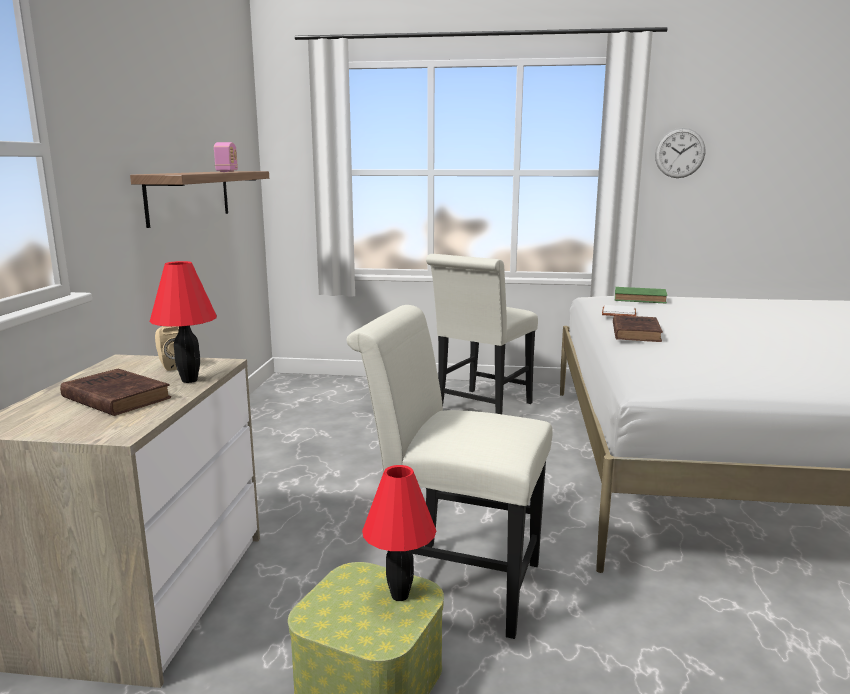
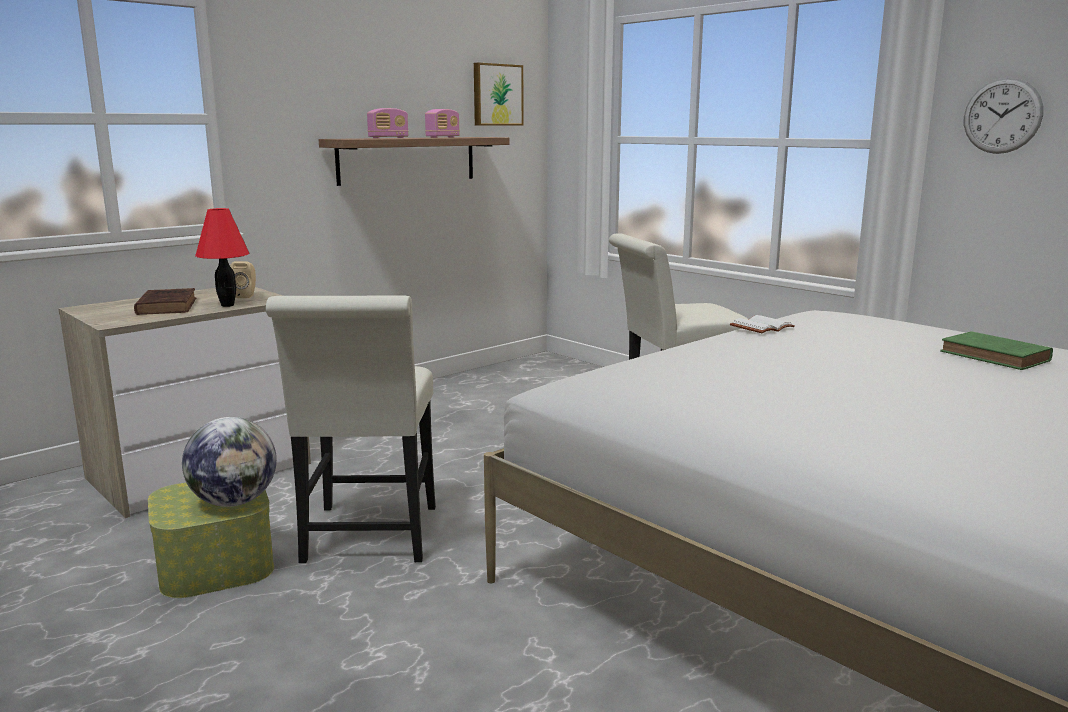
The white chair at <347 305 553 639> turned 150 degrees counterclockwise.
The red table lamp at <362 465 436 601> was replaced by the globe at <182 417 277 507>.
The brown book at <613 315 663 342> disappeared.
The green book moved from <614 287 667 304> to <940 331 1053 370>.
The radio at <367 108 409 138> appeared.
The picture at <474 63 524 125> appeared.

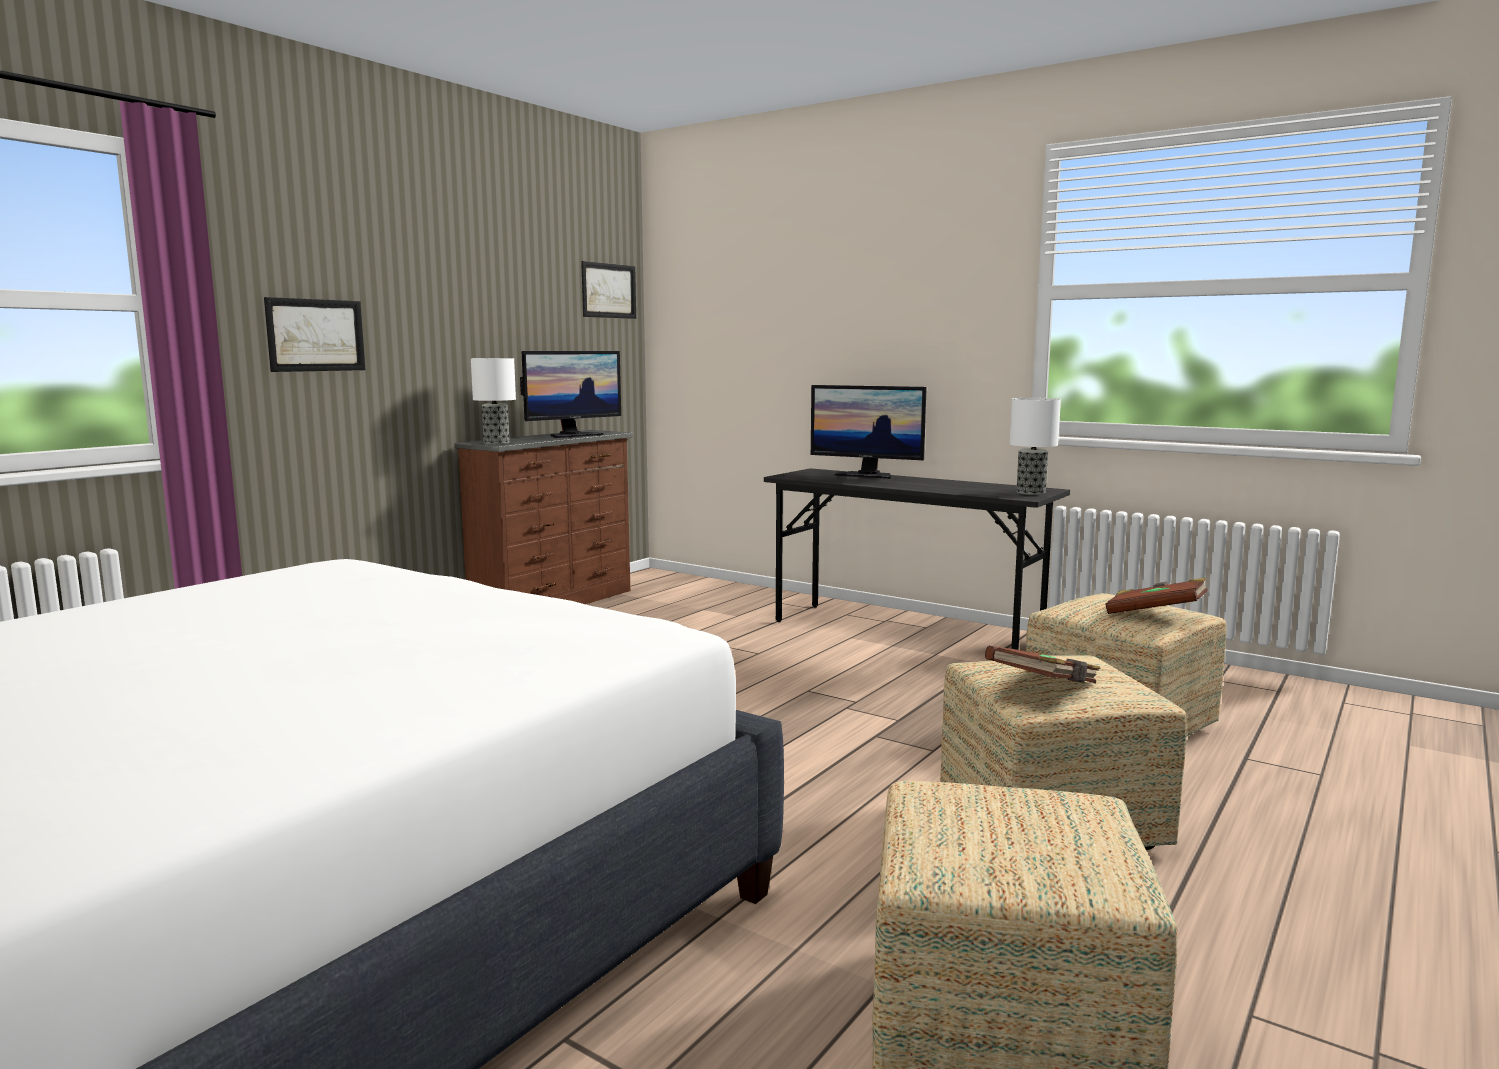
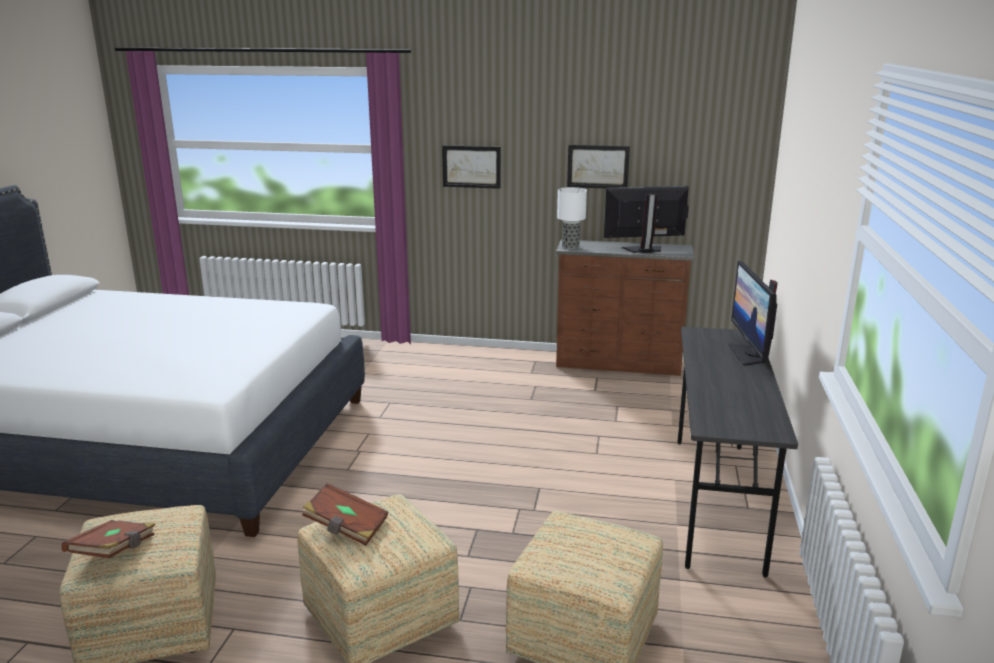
The monitor at <520 351 621 438> turned 150 degrees clockwise.
The picture moved from <581 261 636 319> to <567 145 630 188>.
The table lamp at <1010 398 1061 495> disappeared.
The brown book moved from <1106 578 1208 614> to <62 520 156 558>.

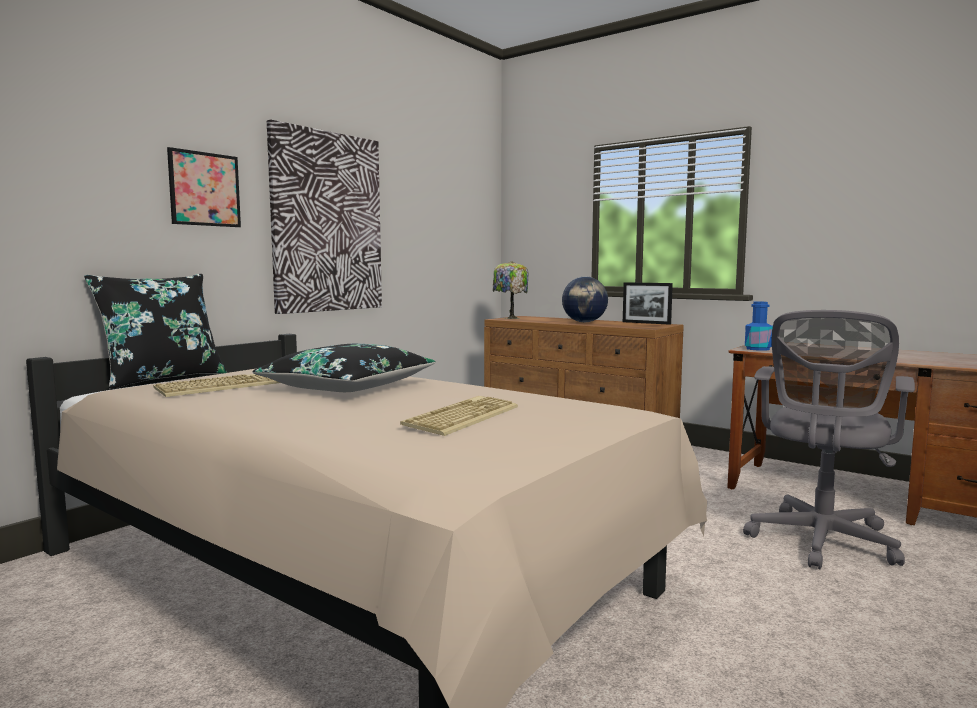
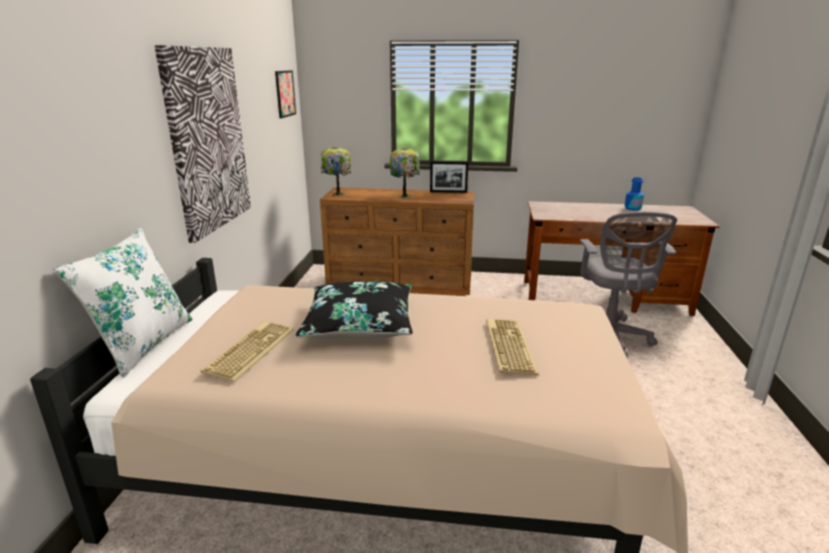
The black pillow at <84 274 227 389> became the white pillow at <53 228 193 378>.
The picture moved from <167 147 241 227> to <275 70 296 118>.
The globe at <562 276 608 322> was replaced by the table lamp at <390 148 420 198>.
The blue bottle moved from <745 302 773 351> to <625 177 644 211>.

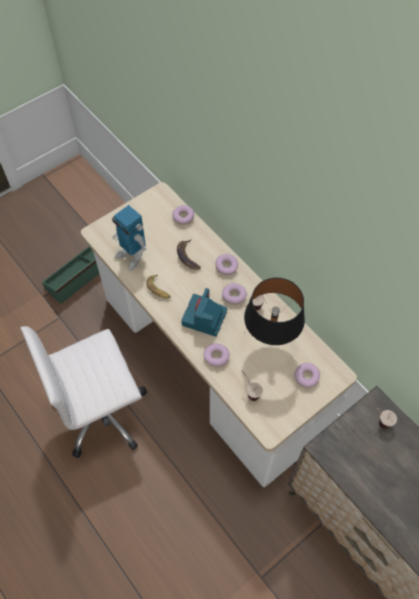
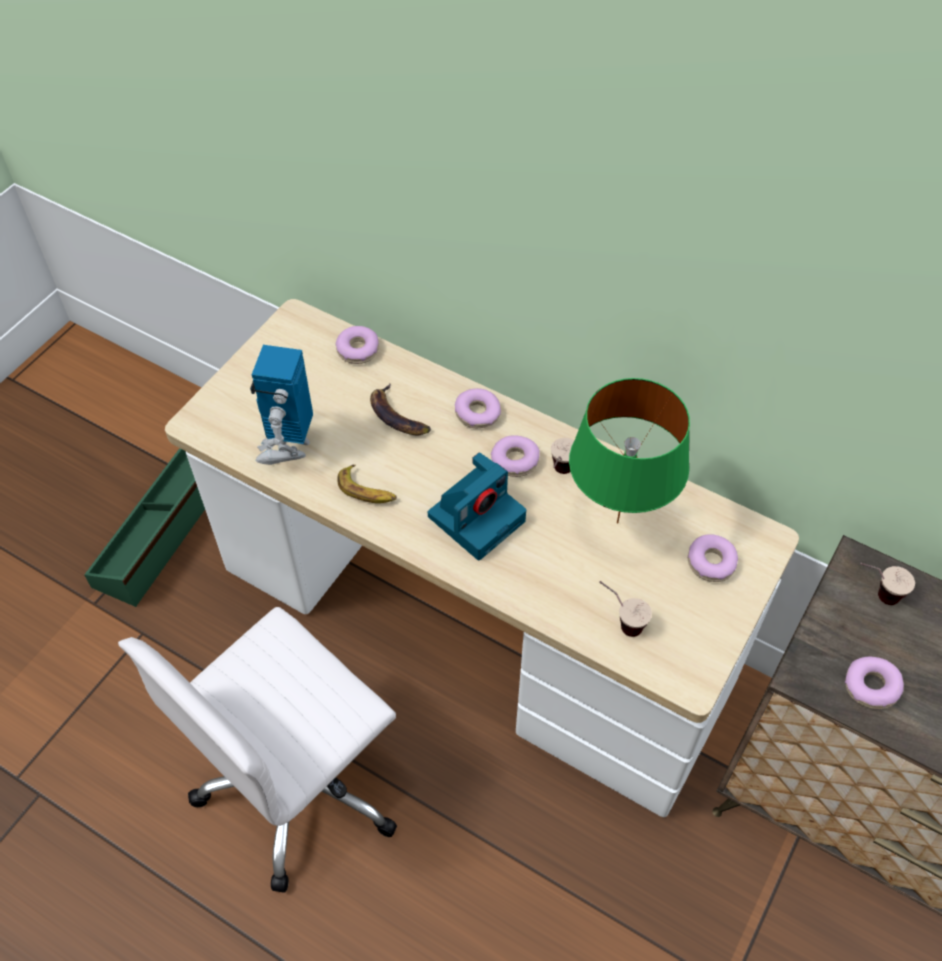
The toy robot at <112 205 146 271> turned 75 degrees clockwise.
The photo camera at <181 288 227 337> turned 135 degrees counterclockwise.
The donut moved from <204 343 230 367> to <845 657 904 709>.
The black table lamp at <244 278 305 345> became the green table lamp at <569 378 690 524>.

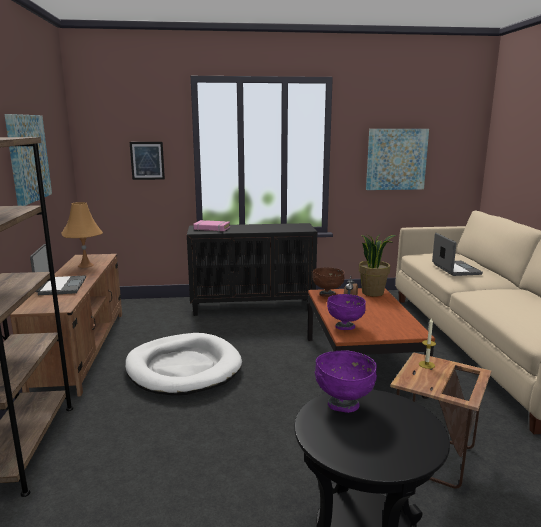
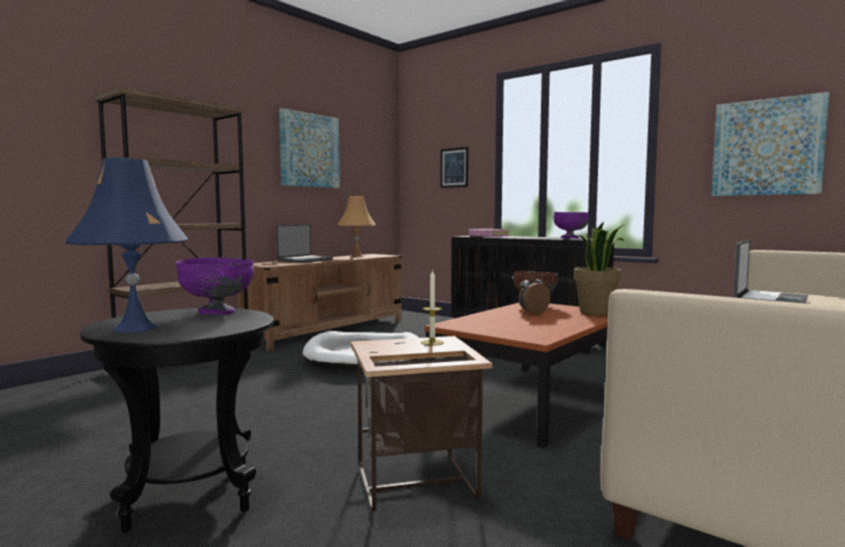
The purple bowl moved from <327 294 366 330> to <553 212 589 238>.
The blue table lamp at <65 158 188 333> appeared.

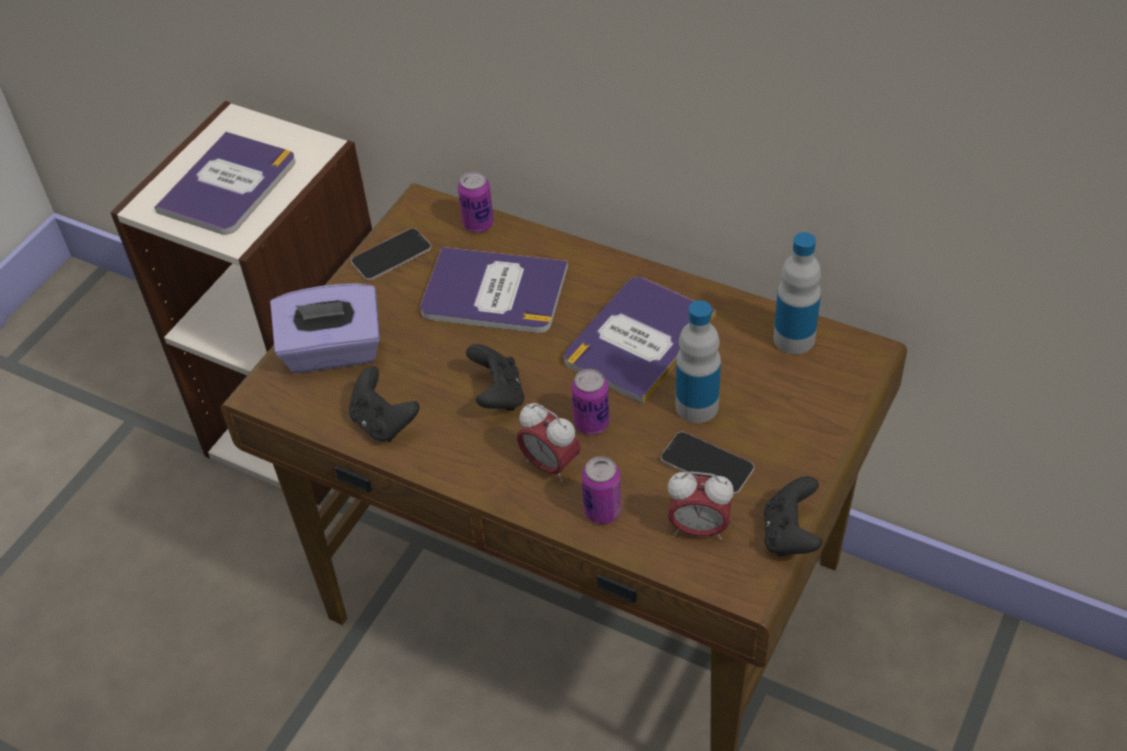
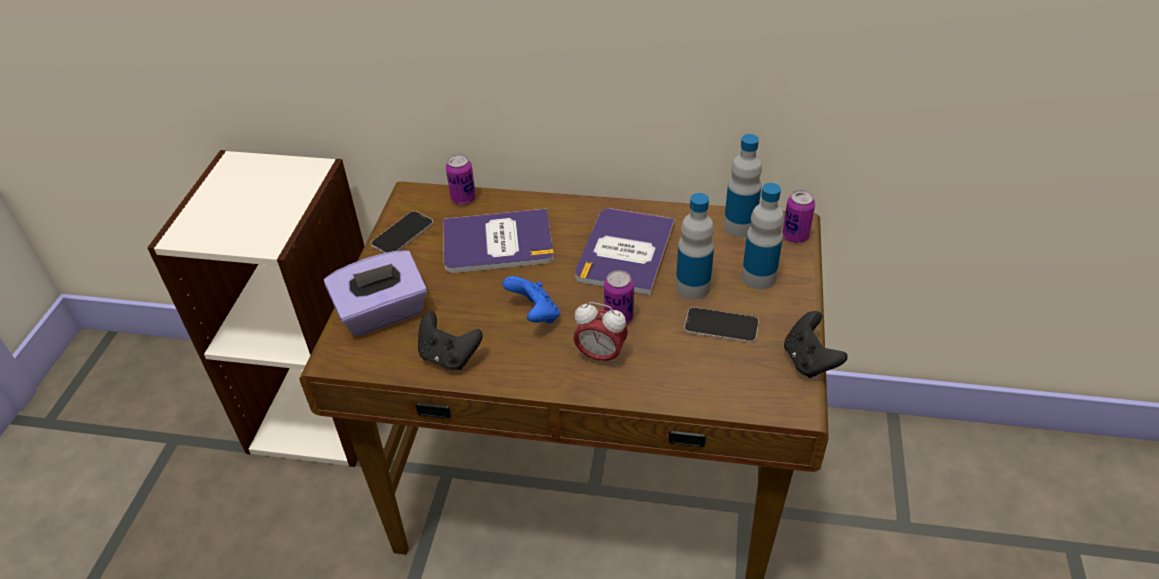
The book at <154 132 296 235> disappeared.
The black game controller at <466 344 524 411> became the blue game controller at <503 276 560 323>.
The can moved from <582 456 621 524> to <782 190 815 243>.
The alarm clock at <668 472 734 540> disappeared.
The bottle at <742 183 784 289> appeared.

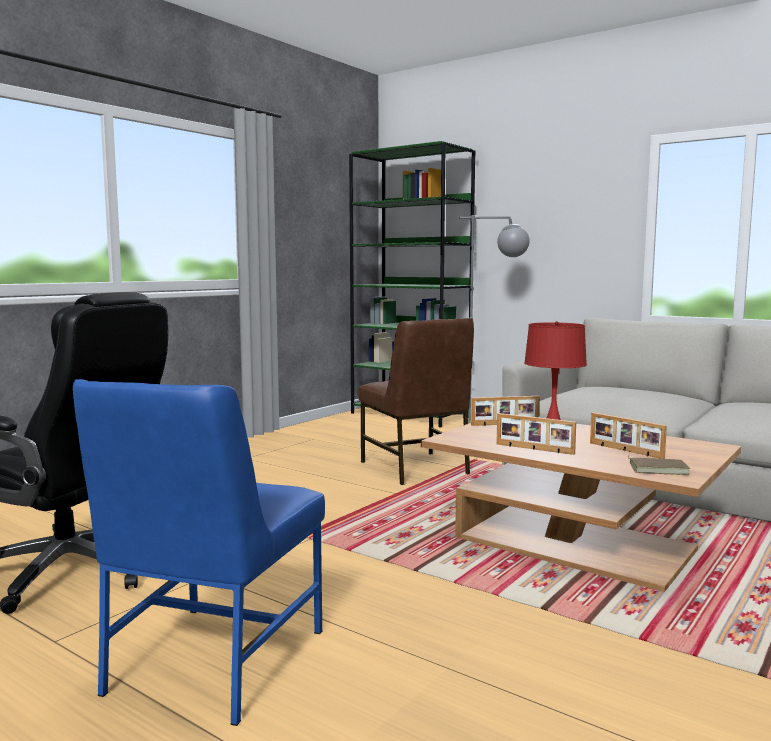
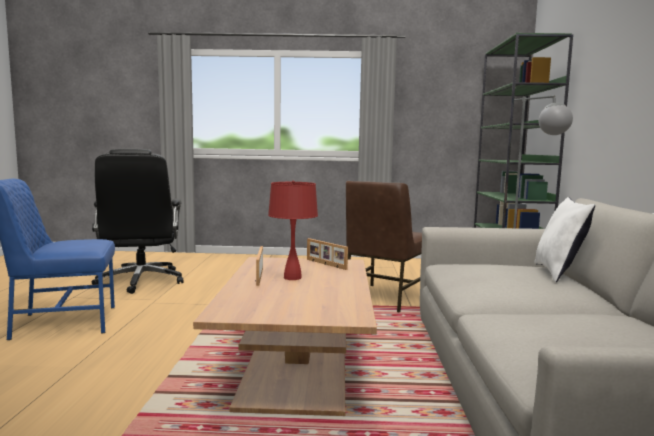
The picture frame at <590 412 667 459> disappeared.
The brown book at <628 455 690 475> disappeared.
The white pillow at <534 197 595 282> appeared.

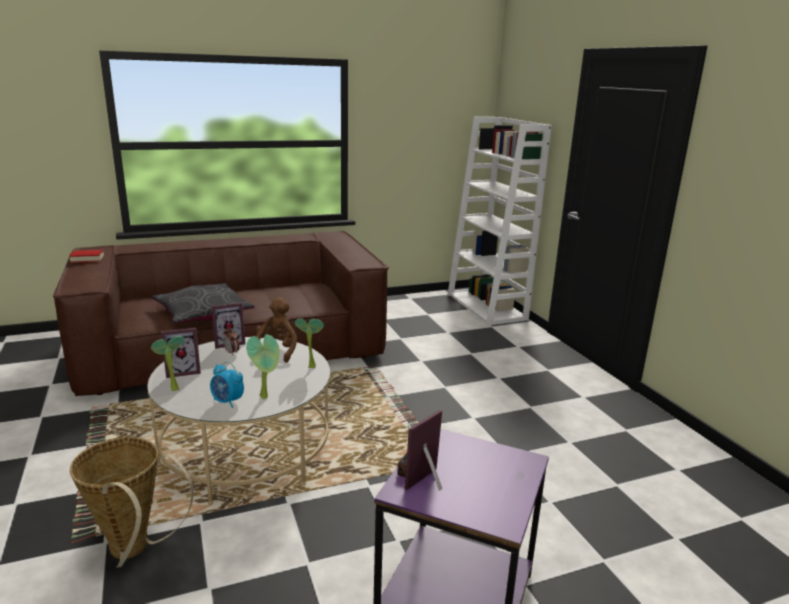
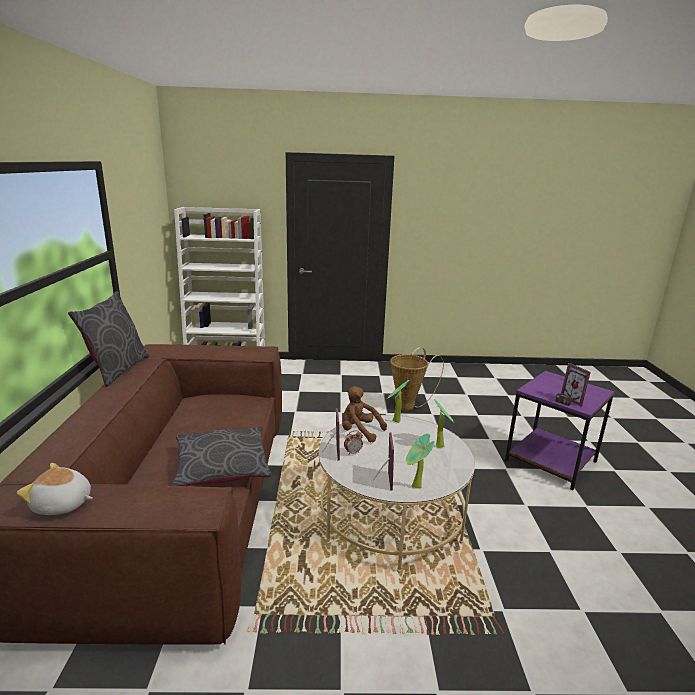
The book at <69 250 104 263> was replaced by the plush toy at <17 463 93 515>.
The basket moved from <70 437 194 567> to <390 347 444 411>.
The alarm clock at <210 362 244 408> disappeared.
The grey pillow at <68 291 149 386> appeared.

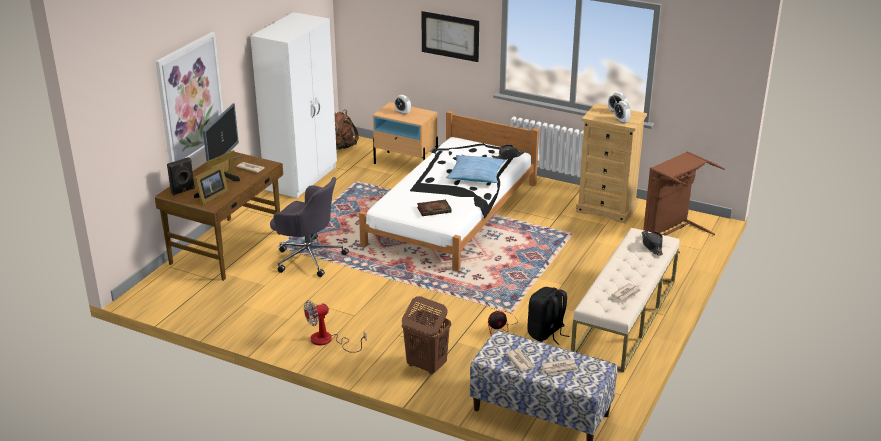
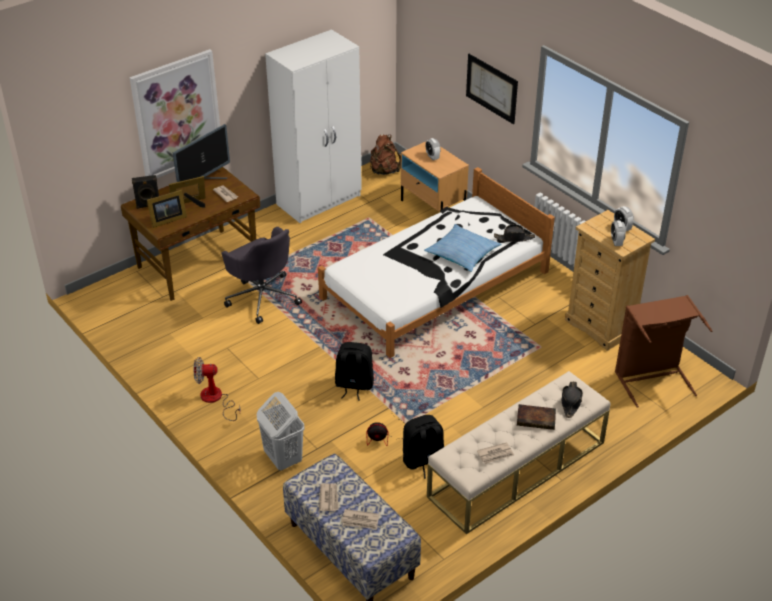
The brown laundry basket at <402 296 451 375> became the white laundry basket at <256 392 305 471>.
The book moved from <417 200 452 216> to <517 404 556 430>.
The black backpack at <335 342 374 401> appeared.

